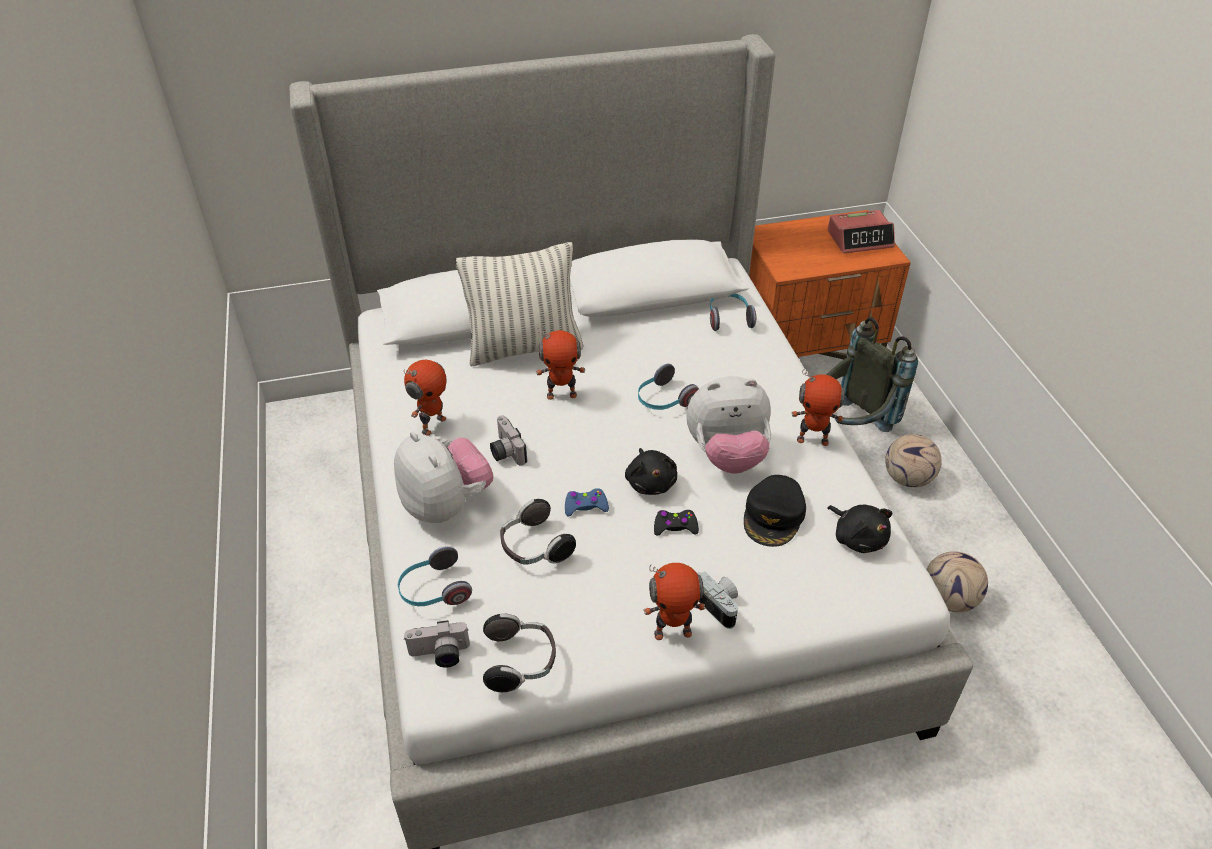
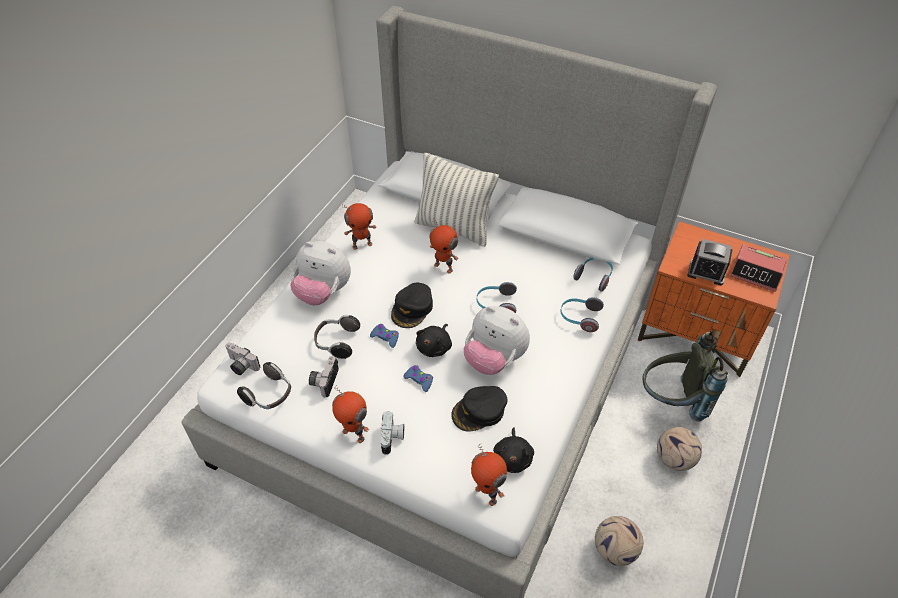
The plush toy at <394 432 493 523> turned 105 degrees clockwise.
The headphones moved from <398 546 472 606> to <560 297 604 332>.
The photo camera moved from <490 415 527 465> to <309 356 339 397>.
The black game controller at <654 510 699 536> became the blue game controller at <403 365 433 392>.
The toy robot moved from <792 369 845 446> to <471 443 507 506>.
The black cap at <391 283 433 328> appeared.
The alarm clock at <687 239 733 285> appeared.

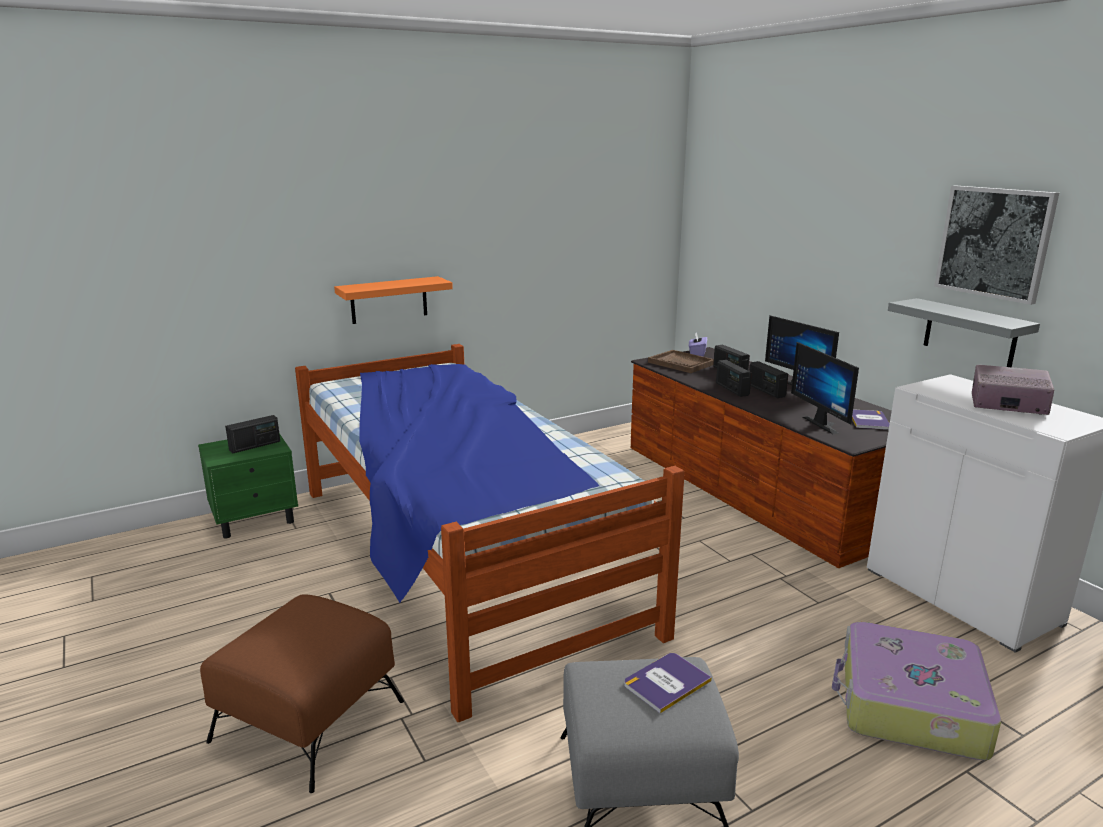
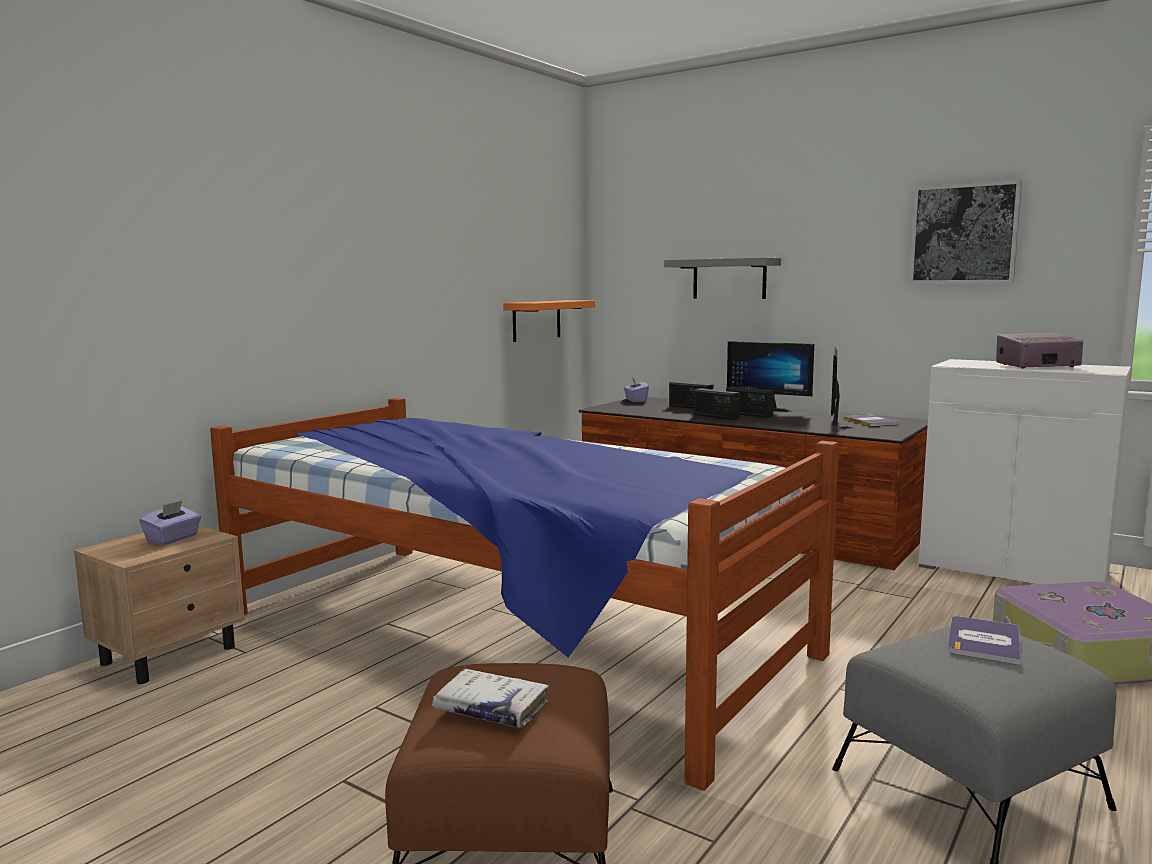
The green nightstand at <198 433 298 539> became the beige nightstand at <74 526 245 684>.
The radio at <225 415 280 453> was replaced by the purple tissue box at <139 500 201 545>.
The orange shelf moved from <334 276 453 324> to <503 300 595 342>.
The brown tray at <648 350 714 373> disappeared.
The monitor at <791 342 859 434> turned 60 degrees clockwise.
The grey shelf moved from <888 298 1040 367> to <664 257 781 299>.
The white book at <432 669 549 728> appeared.

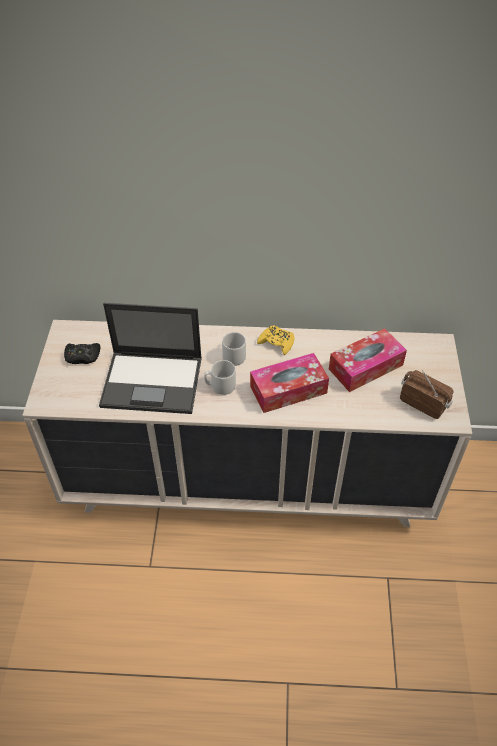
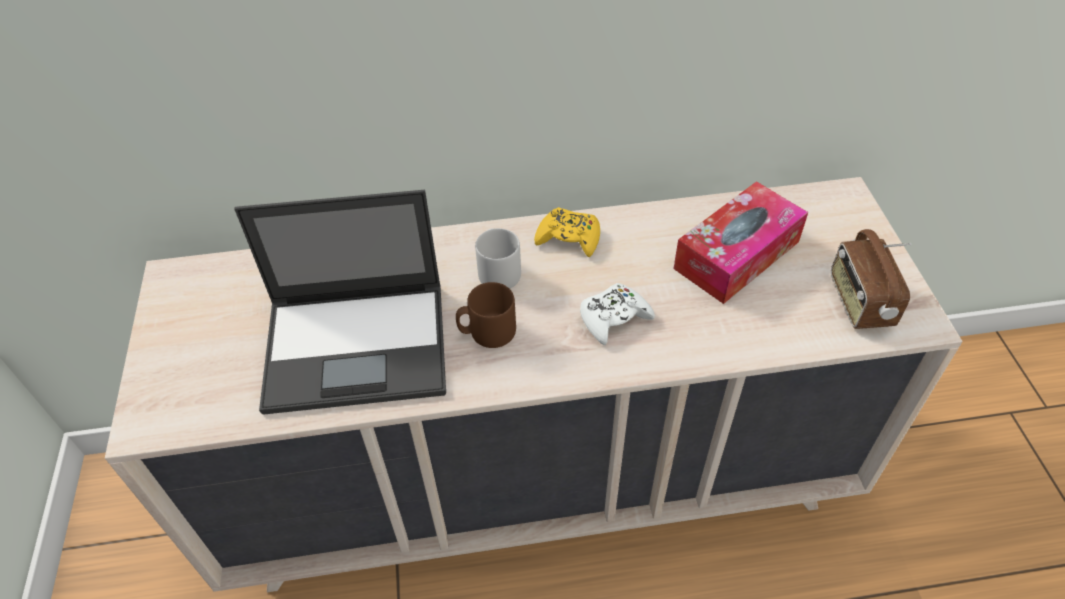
The black game controller at <64 343 100 364> disappeared.
The grey mug at <204 360 236 395> became the brown mug at <456 282 516 348>.
The tissue box at <250 353 329 413> was replaced by the white game controller at <580 283 655 345>.
The radio at <400 370 453 419> turned 120 degrees counterclockwise.

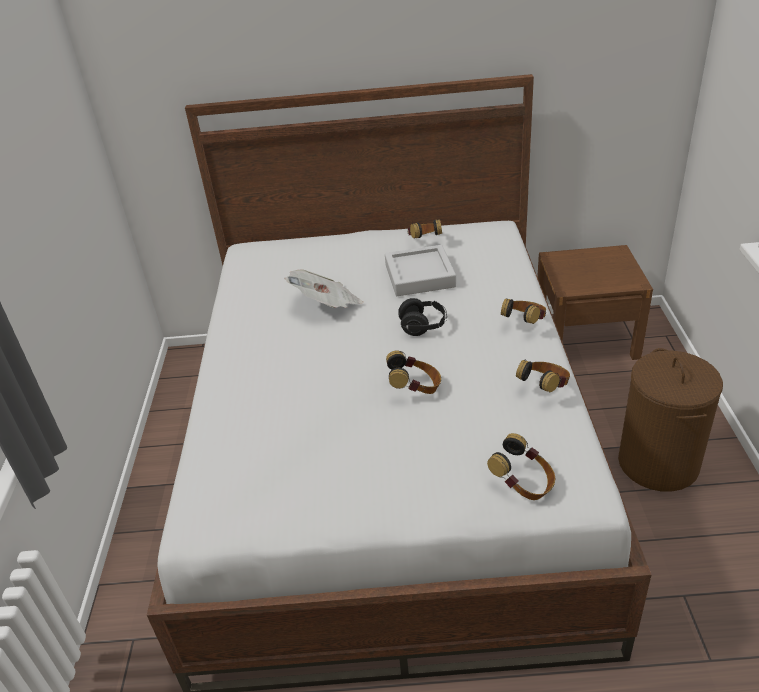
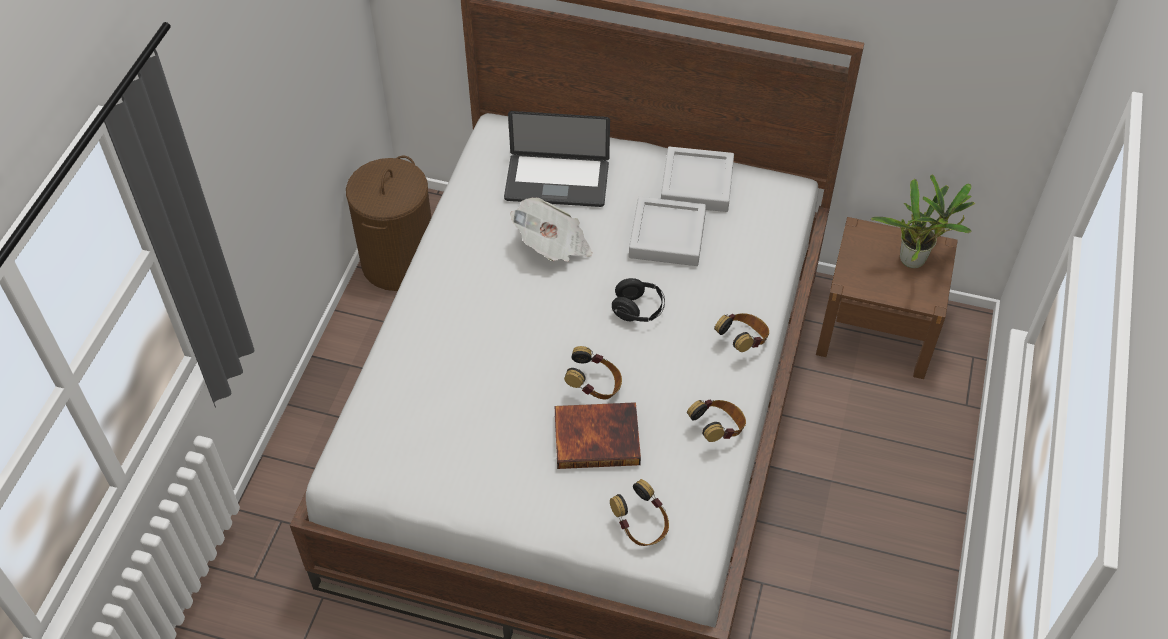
The headphones at <407 220 442 239> was replaced by the grey tray at <661 147 734 212>.
The brown laundry basket moved from <618 348 723 492> to <346 156 432 291>.
The laptop at <504 111 610 207> appeared.
The book at <555 402 641 469> appeared.
The potted plant at <871 174 975 268> appeared.

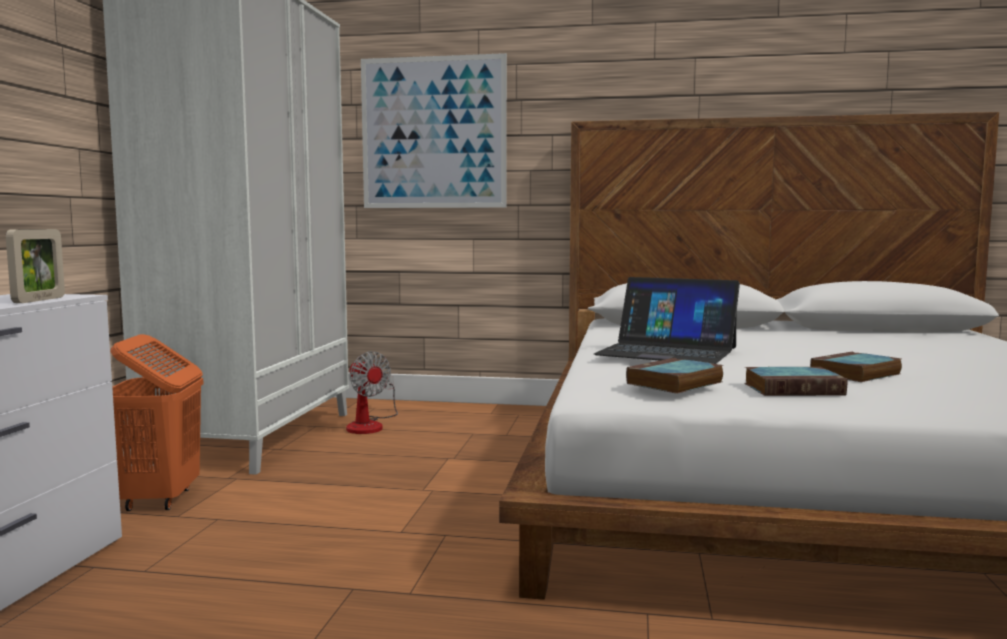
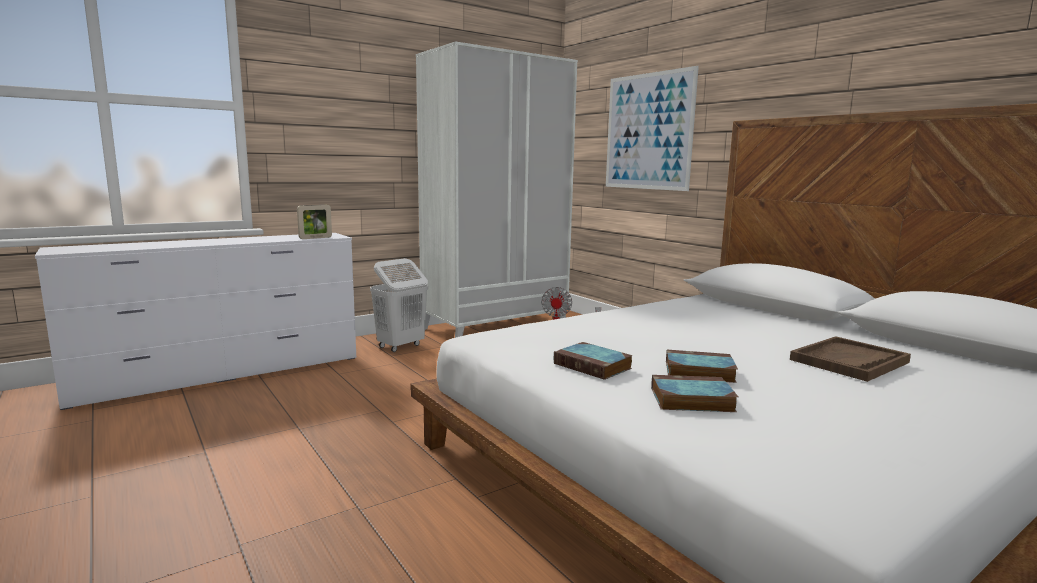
The orange laundry basket at <110 334 204 511> became the white laundry basket at <370 258 428 352>.
The laptop at <594 277 740 364> disappeared.
The book moved from <626 358 724 394> to <651 375 738 412>.
The brown tray at <790 336 911 382> appeared.

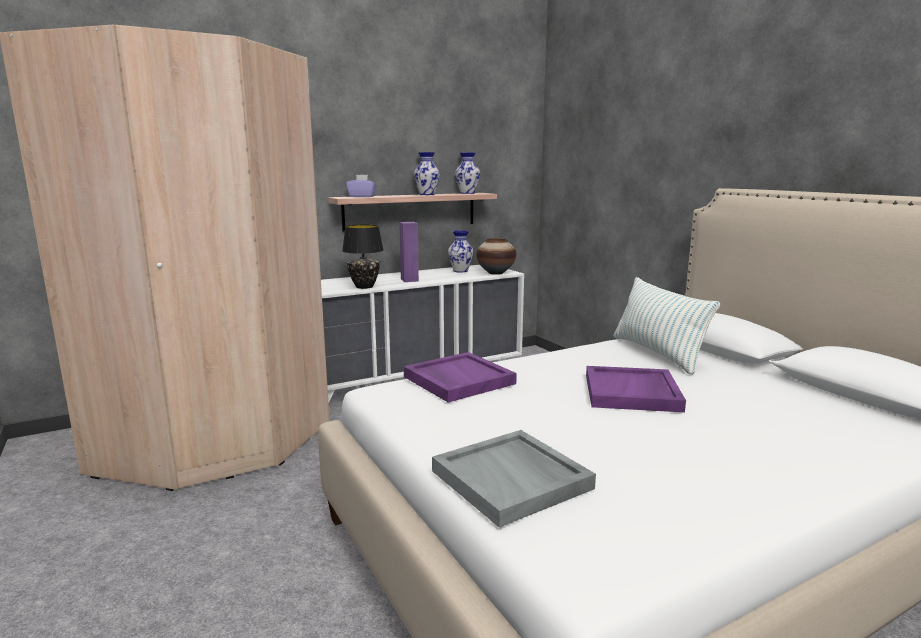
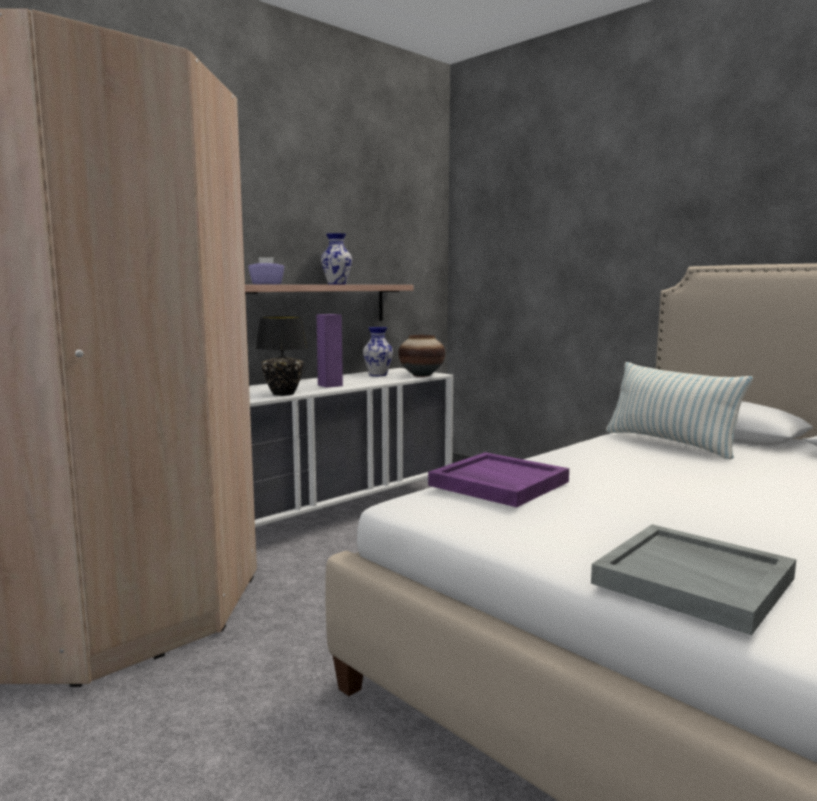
The vase at <455 153 480 194> disappeared.
The purple tray at <586 366 686 412> disappeared.

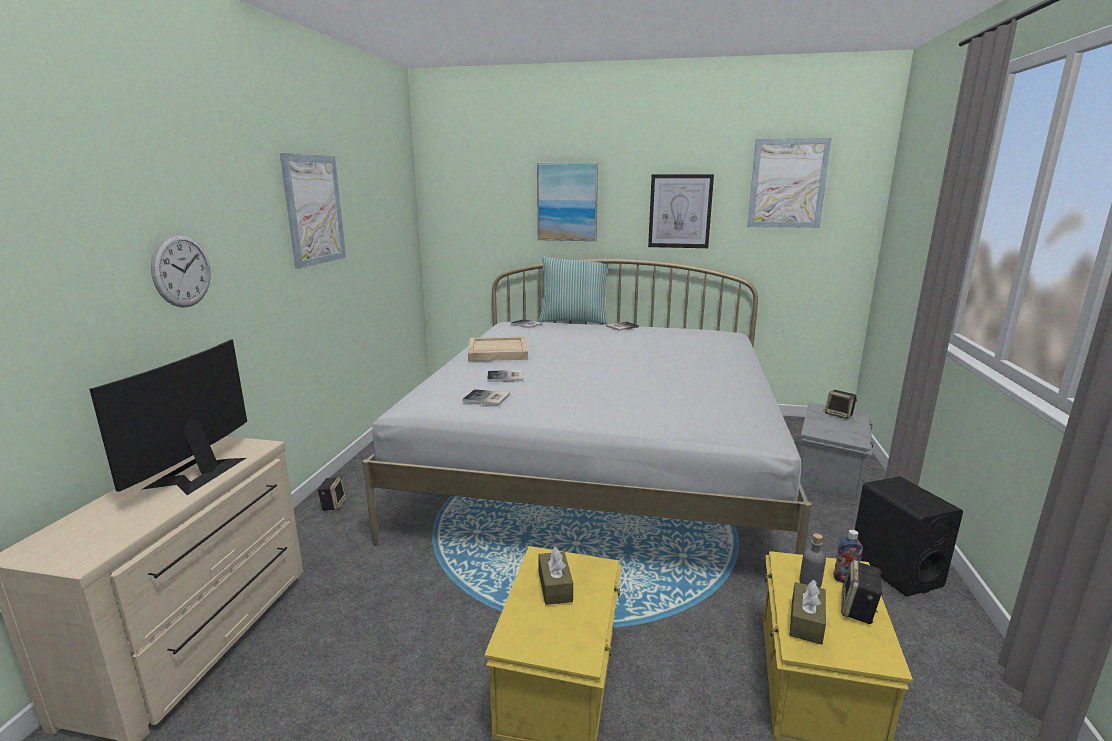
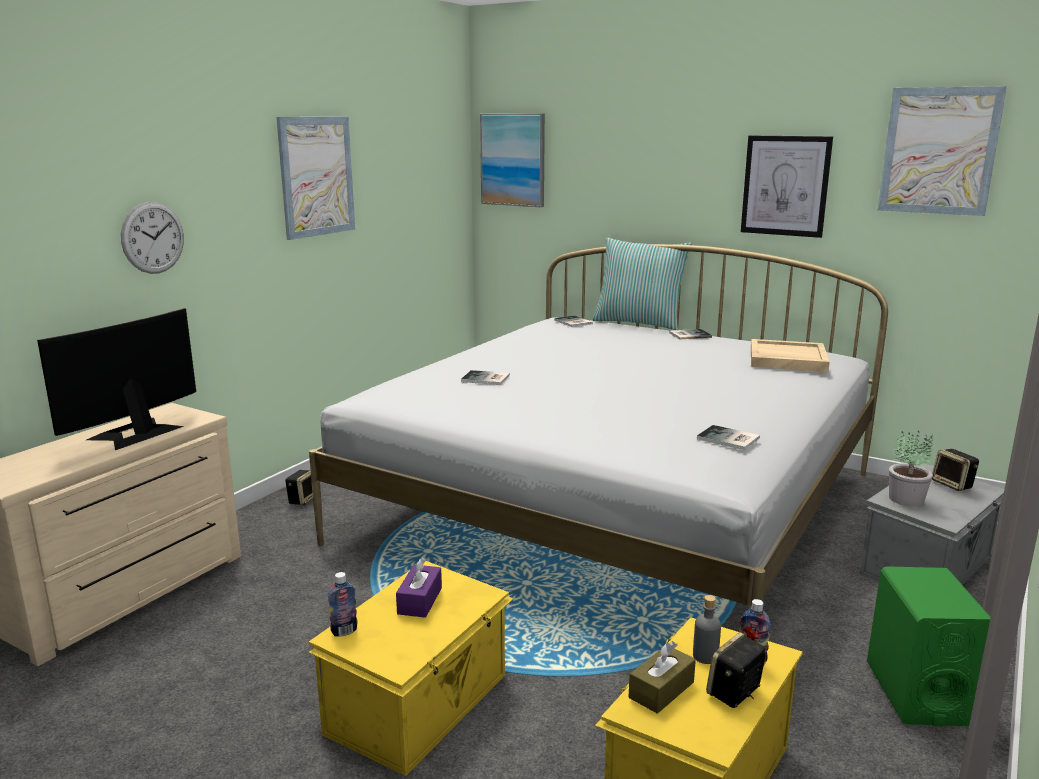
The book moved from <463 389 510 406> to <697 425 760 450>.
The beige tray moved from <468 336 528 361> to <751 339 830 372>.
The picture moved from <537 163 598 241> to <480 114 545 207>.
The brown tissue box at <538 546 573 605> became the purple tissue box at <396 557 442 618>.
The black speaker at <855 476 963 596> became the green speaker at <867 566 991 726>.
The bottle at <328 572 358 637> appeared.
The potted plant at <889 430 933 507> appeared.

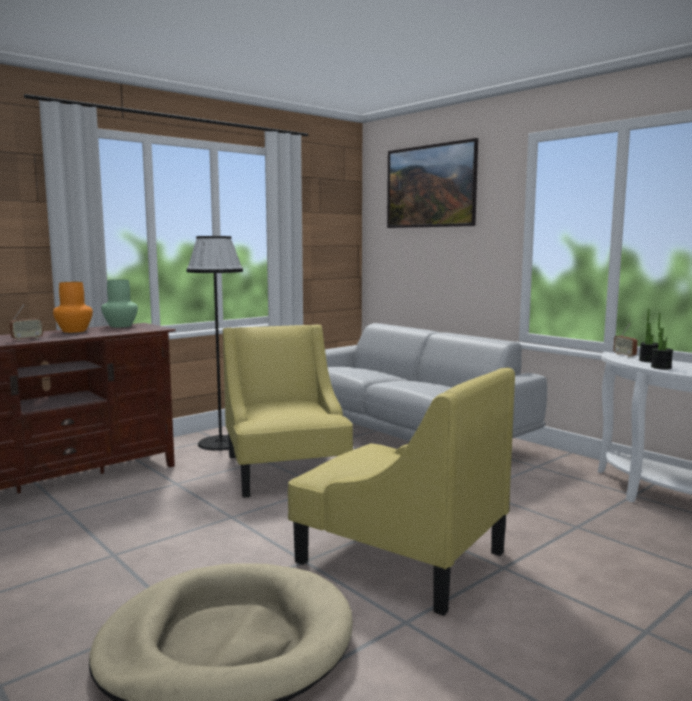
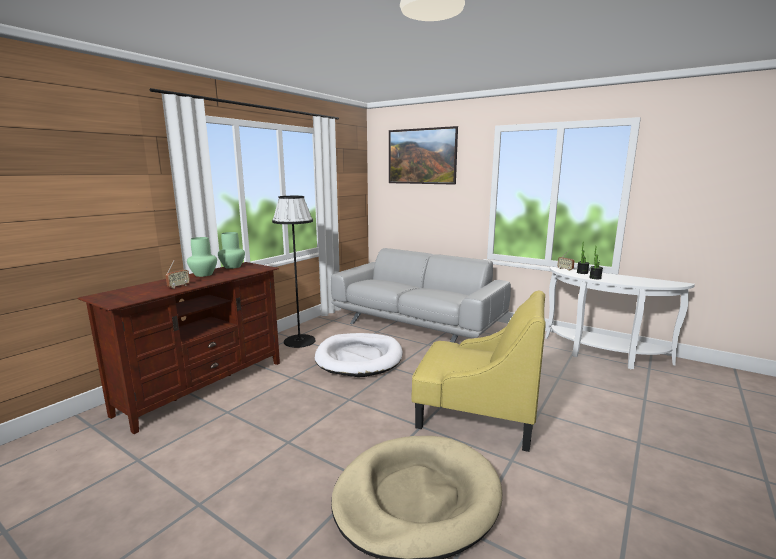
The orange vase at <53 282 93 333> became the green vase at <187 237 217 277>.
The yellow armchair at <223 325 353 498> was replaced by the white dog bed at <315 333 402 377>.

